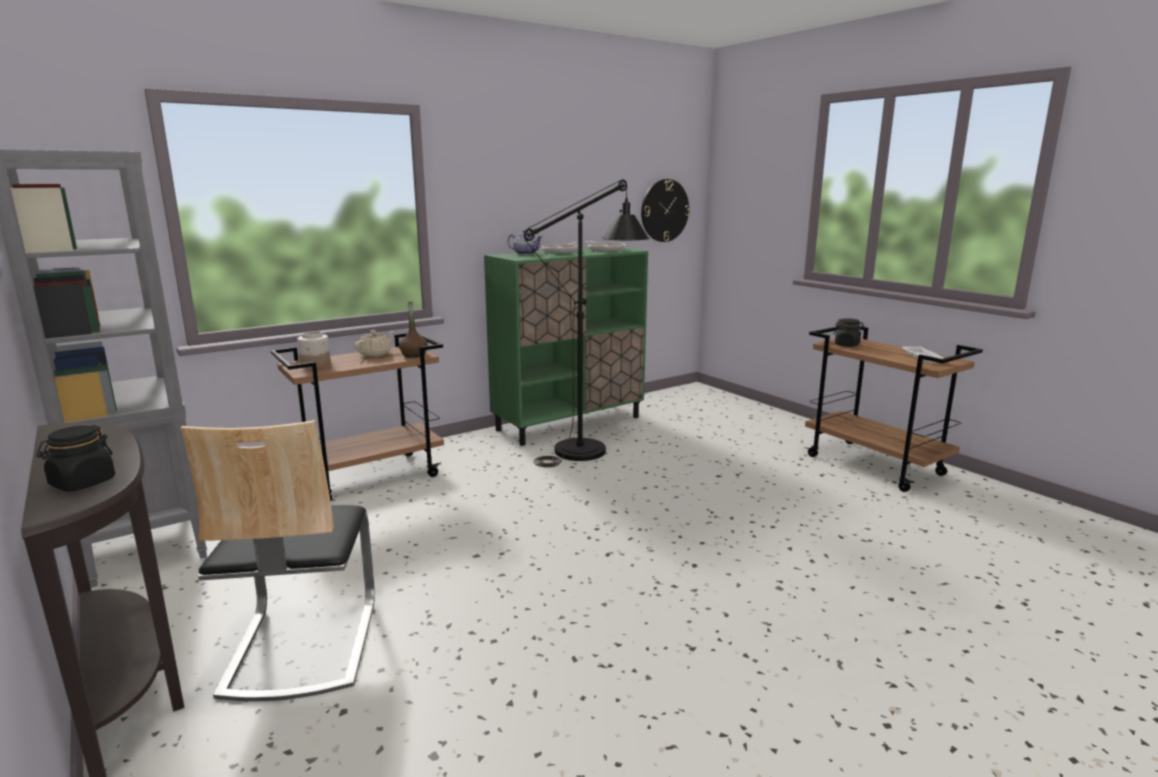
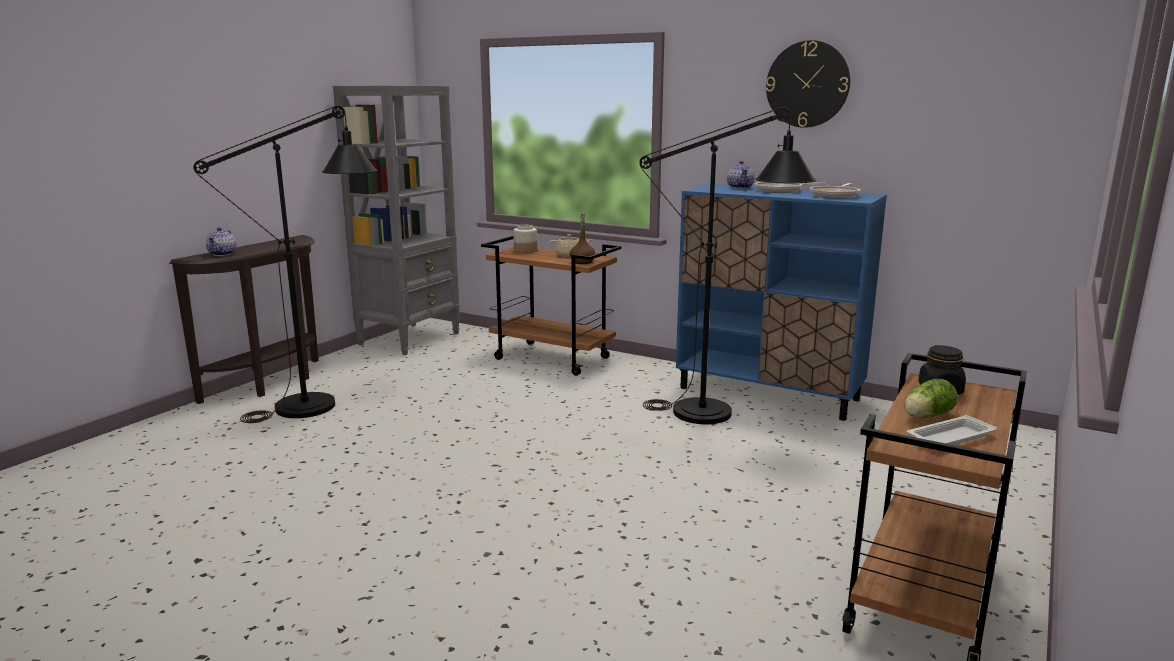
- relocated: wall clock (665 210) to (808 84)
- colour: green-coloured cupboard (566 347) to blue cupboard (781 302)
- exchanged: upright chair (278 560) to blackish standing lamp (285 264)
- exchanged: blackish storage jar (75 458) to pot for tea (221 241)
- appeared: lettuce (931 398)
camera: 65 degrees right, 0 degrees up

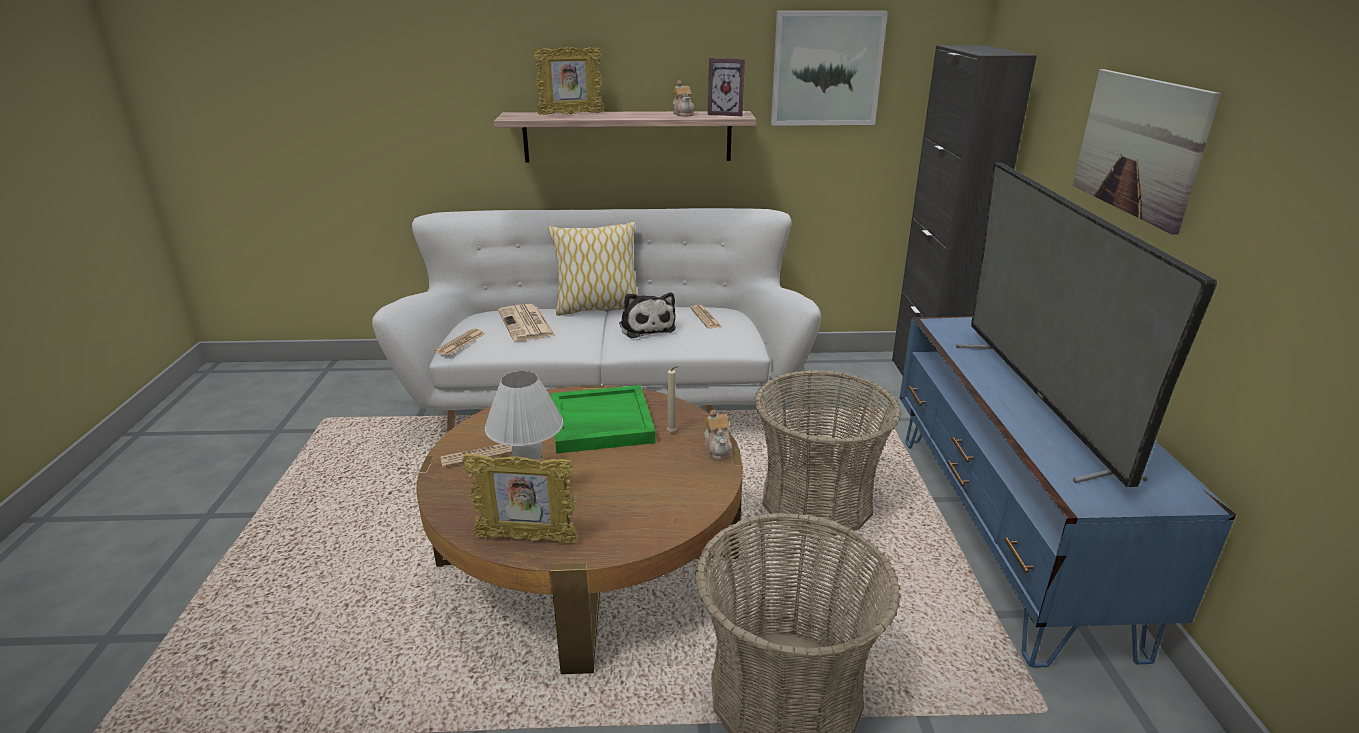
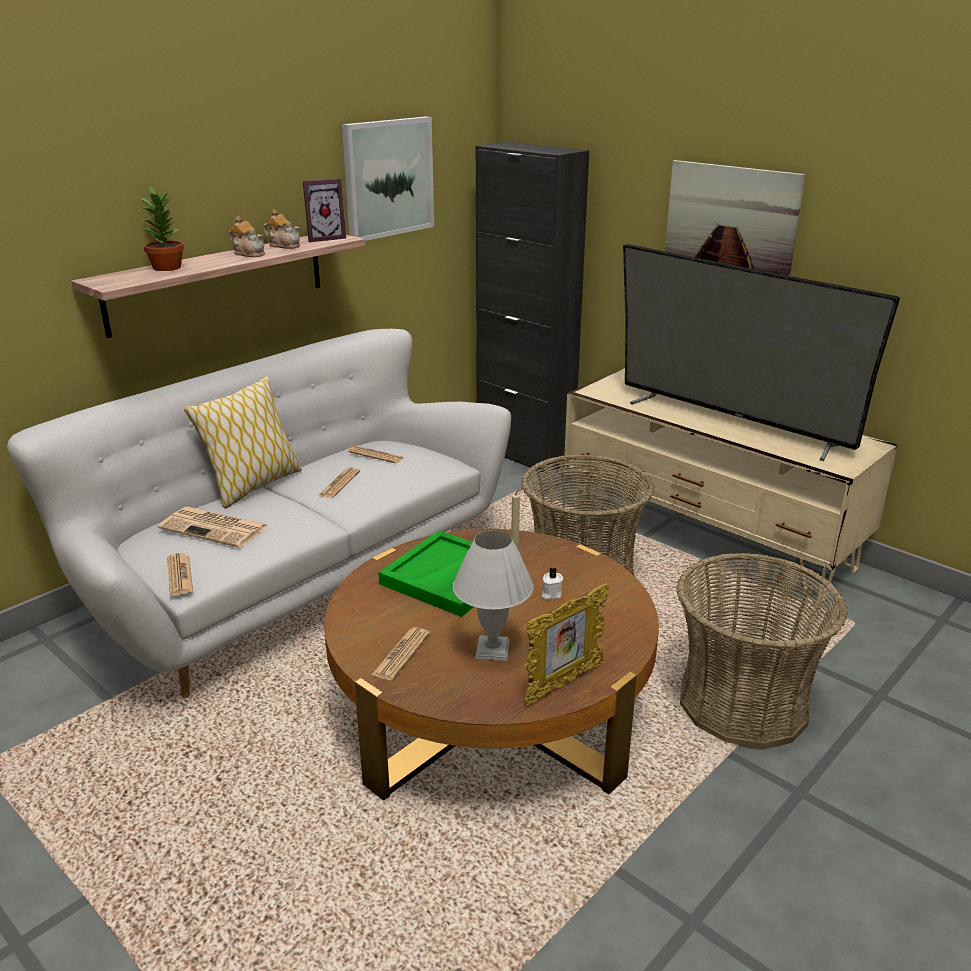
- exchanged: picture frame (568 81) to houseplant (162 228)
- exchanged: soft toy (647 315) to newspaper (339 483)
- colour: blue media console (1068 491) to beige media console (730 486)
- relocated: pot for tea (718 434) to (247 236)
- appeared: white-coloured wax light (552 584)
camera: 45 degrees left, 0 degrees up

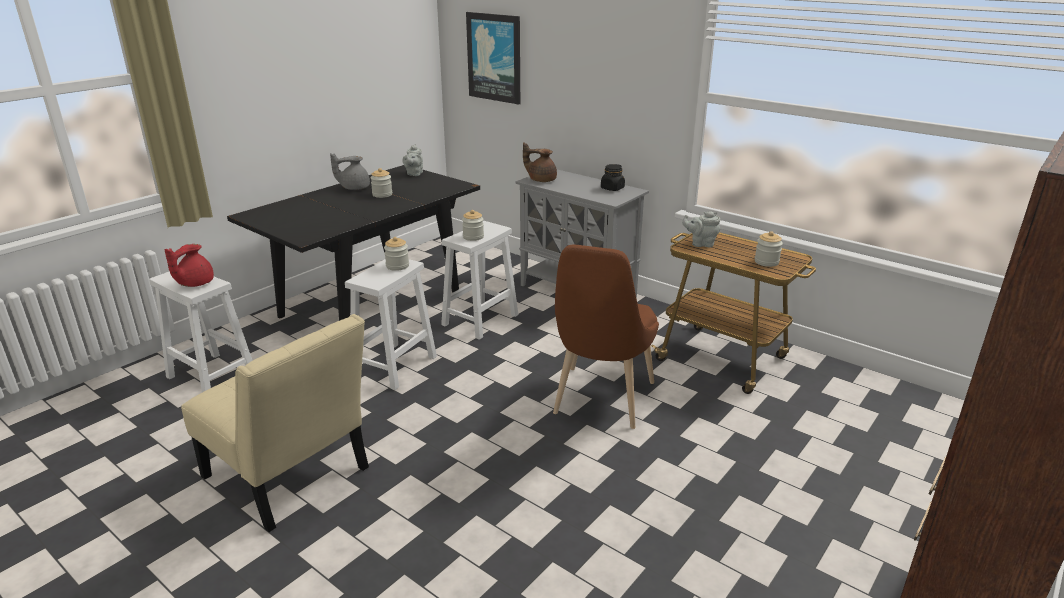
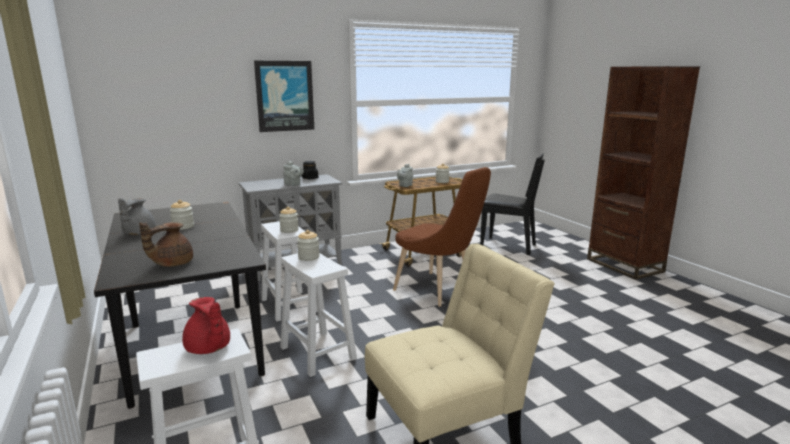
- relocated: wall art (493 58) to (284 96)
- relocated: brownish pot for tea (540 162) to (166 244)
- relocated: gray pot for tea (413 160) to (293 173)
- appeared: blackish upright chair (512 204)
camera: 65 degrees left, 10 degrees down

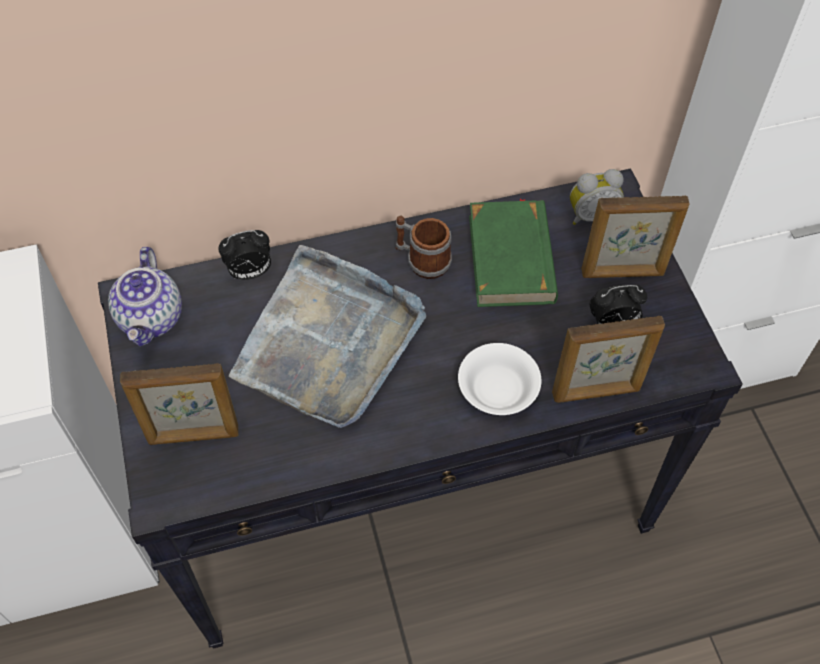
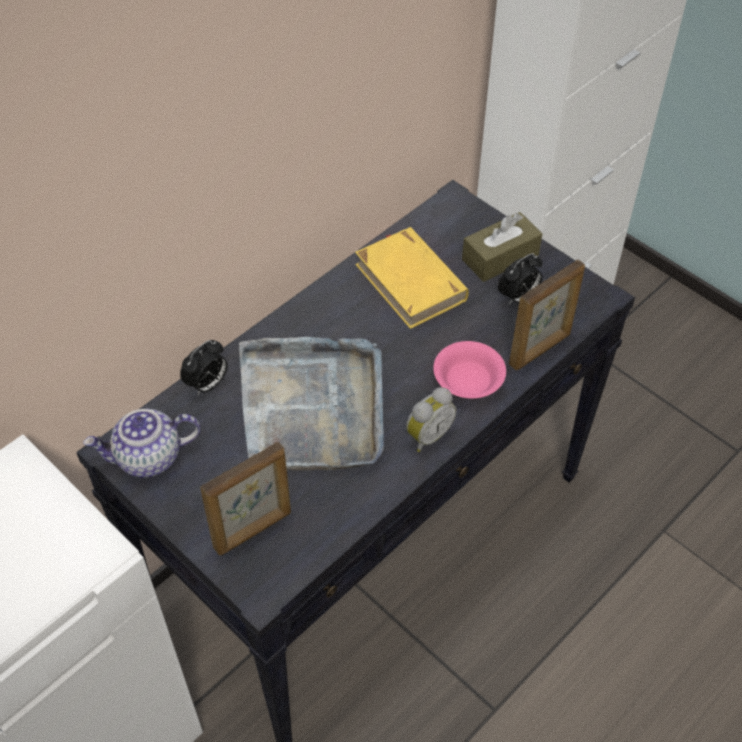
- relocated: bedside clock (597 197) to (431 419)
- exchanged: picture frame (635 237) to brownish tissue holder (502 247)
- colour: green-coloured bound book (513 253) to yellowish bound book (411 278)
- missing: tea mug (424 247)
- spun: pot for tea (145 296) = (142 443) 105 degrees clockwise
- colour: white-coloured serving bowl (500 379) to pinkish serving bowl (469 370)
camera: 30 degrees left, 5 degrees down

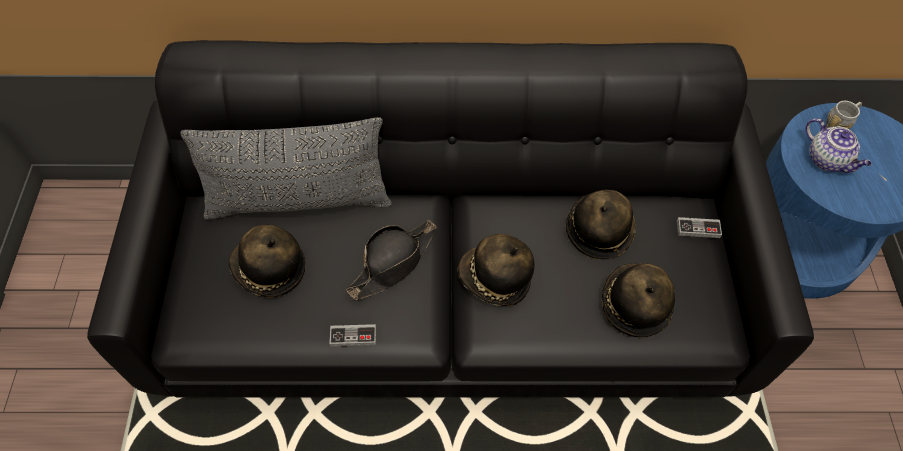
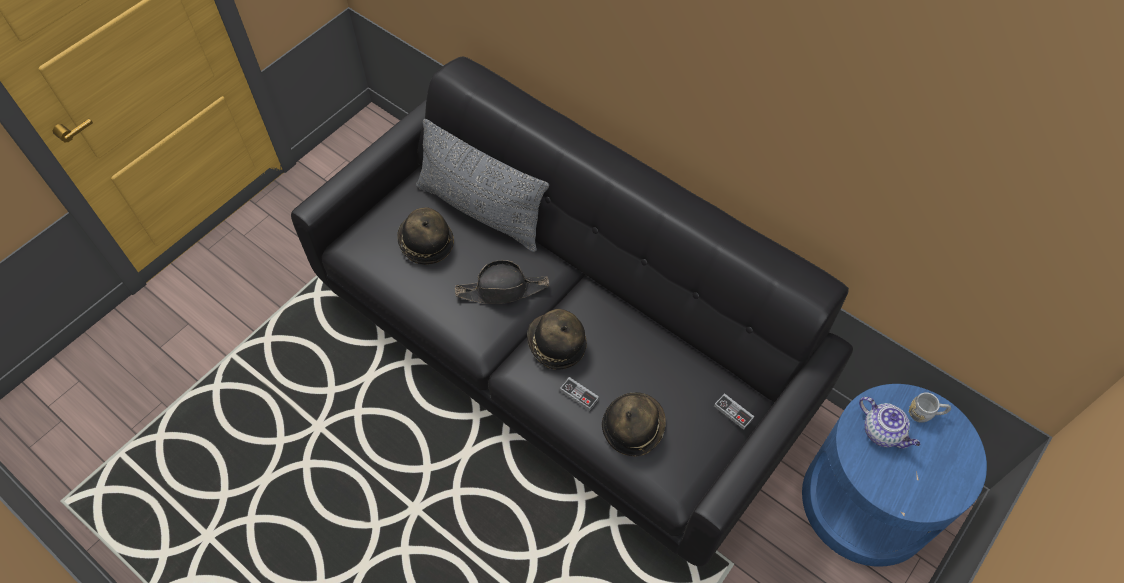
- spun: pot for tea (839 145) = (890 423) 45 degrees counterclockwise
- missing: clothing hat (600 224)
- relocated: joypad (352 335) to (579 394)
camera: 40 degrees right, 0 degrees up

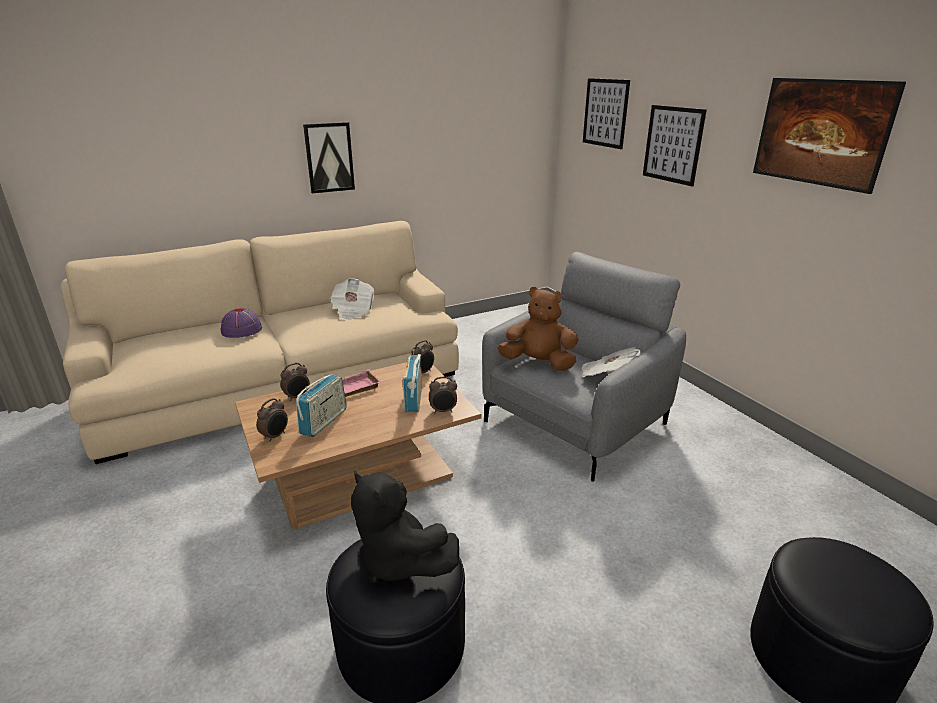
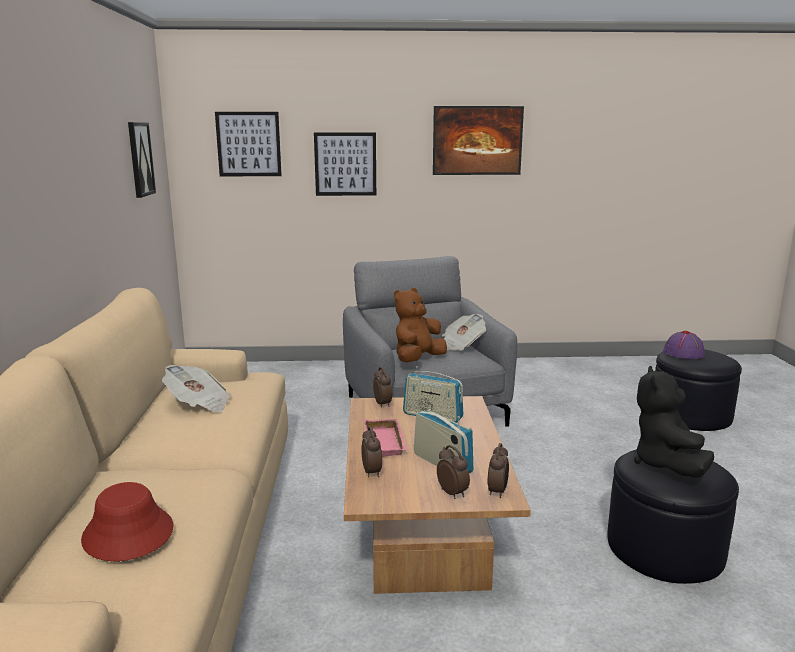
- relocated: wall art (329 157) to (142 160)
- relocated: purple-coloured clothing hat (241 323) to (684 345)
- relocated: bedside clock (443 395) to (498 470)
- spun: blackish soft toy (405 527) = (674 422) 120 degrees clockwise
- appeared: red-coloured clothing hat (127 521)
camera: 65 degrees left, 10 degrees down

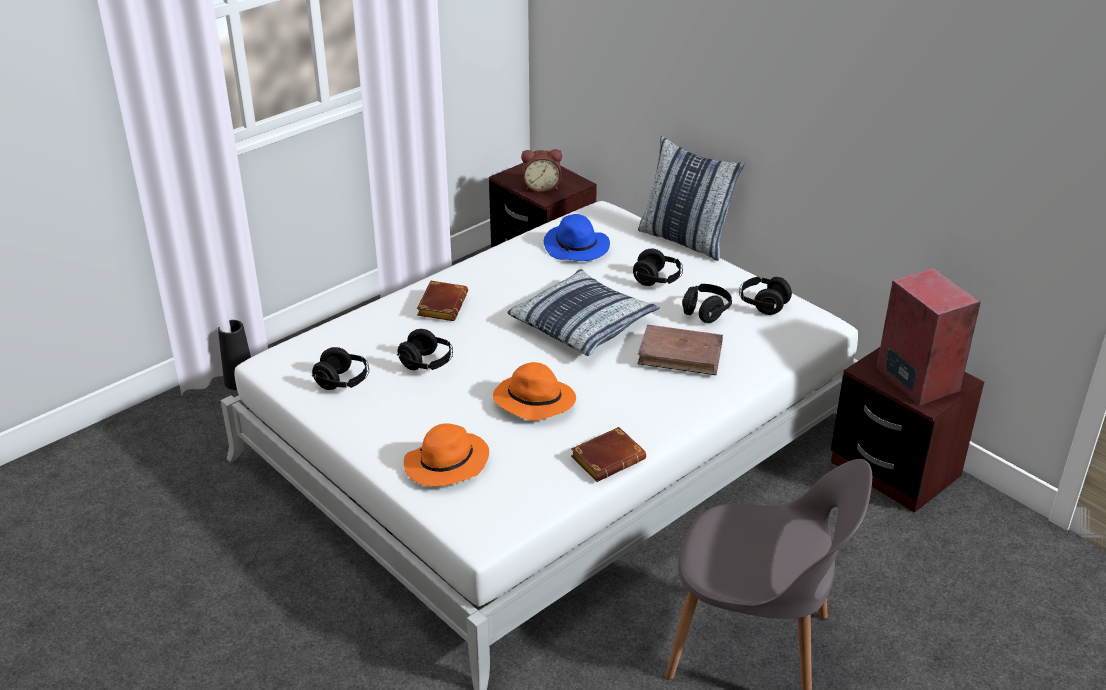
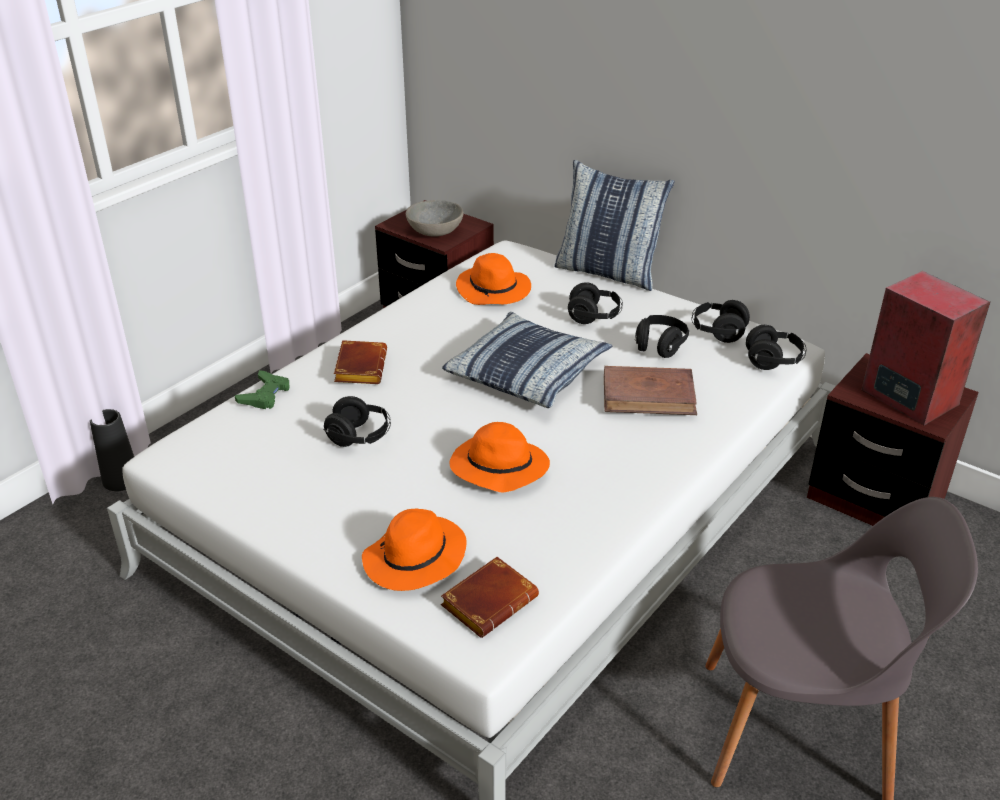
- exchanged: bedside clock (541 171) to gray serving bowl (434 218)
- colour: blue clothing hat (577 237) to orangey clothing hat (493 279)
- relocated: blackish headset (340 368) to (776 347)
- relocated: brownish bound book (608 454) to (490 597)
- appeared: green-coloured joypad (262 389)
camera: 10 degrees left, 0 degrees up

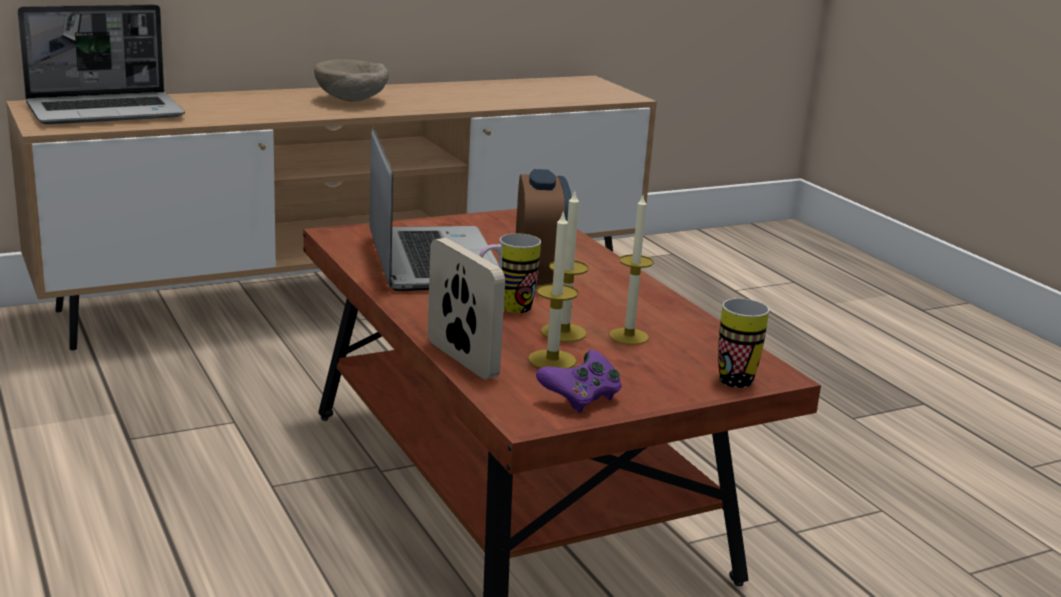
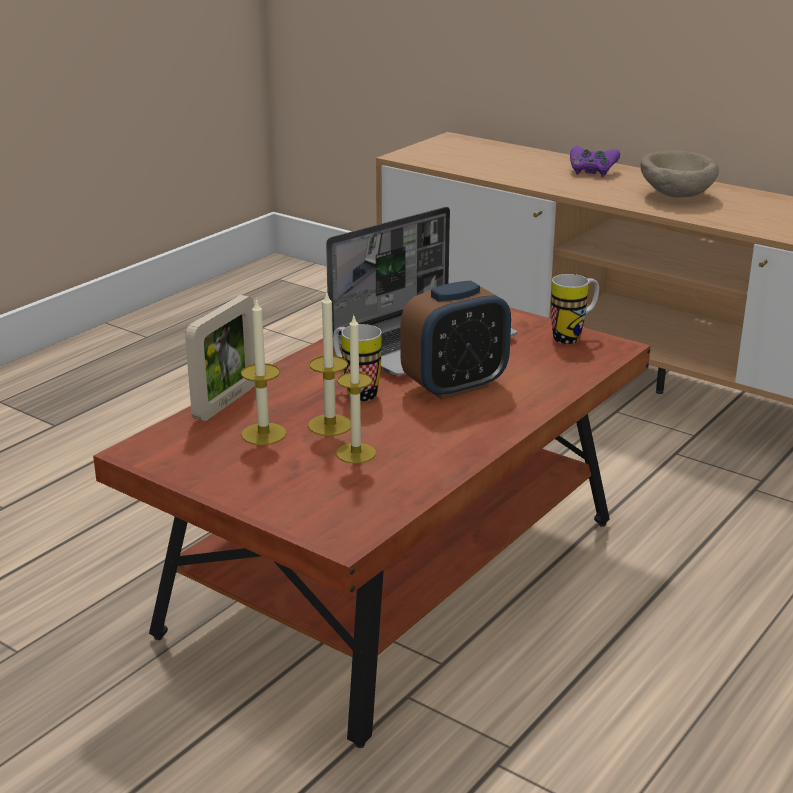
- missing: laptop (101 64)
- relocated: tea mug (743 343) to (575 309)
- relocated: purple-coloured joypad (579 381) to (595 161)
camera: 65 degrees right, 5 degrees up

